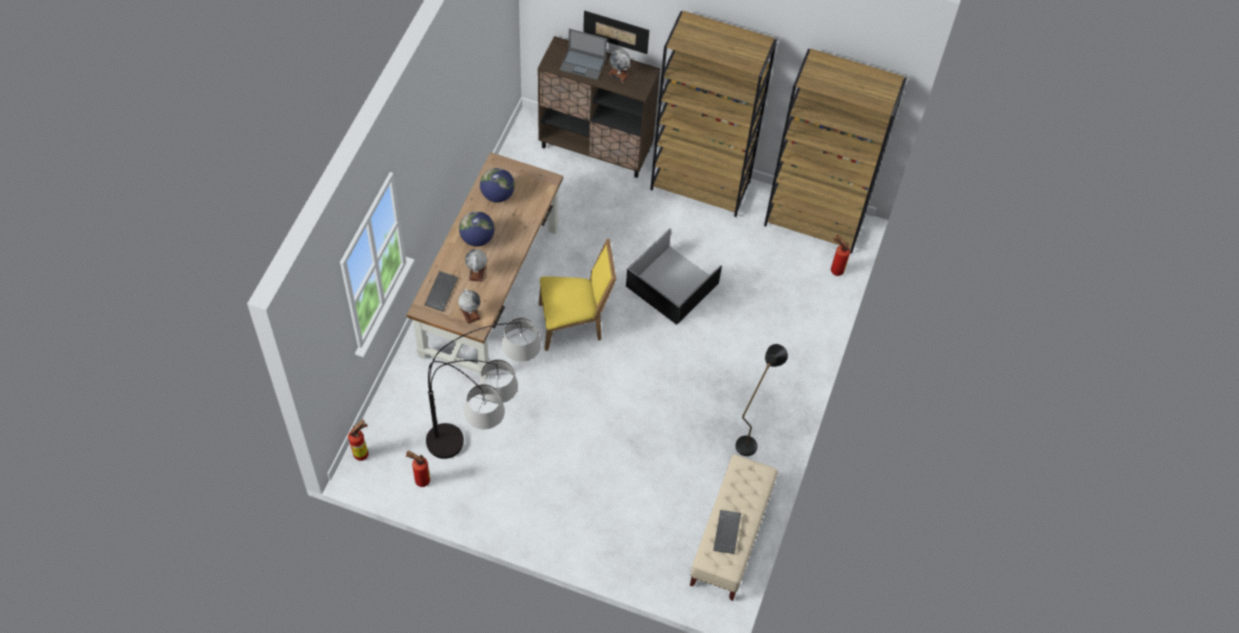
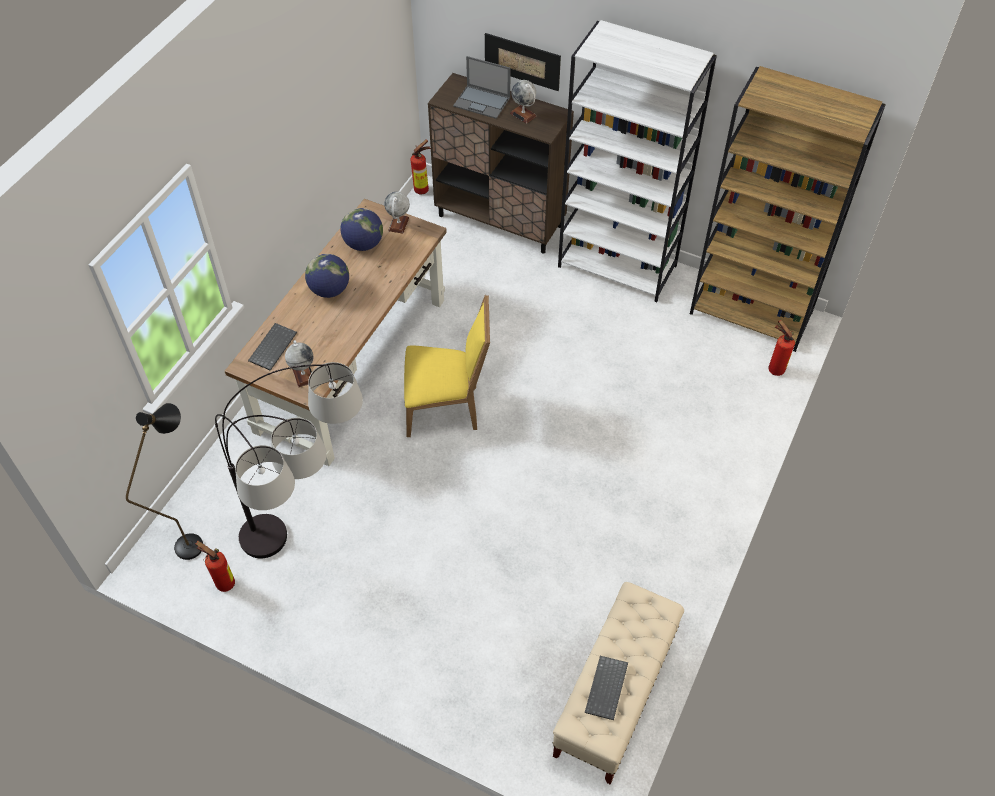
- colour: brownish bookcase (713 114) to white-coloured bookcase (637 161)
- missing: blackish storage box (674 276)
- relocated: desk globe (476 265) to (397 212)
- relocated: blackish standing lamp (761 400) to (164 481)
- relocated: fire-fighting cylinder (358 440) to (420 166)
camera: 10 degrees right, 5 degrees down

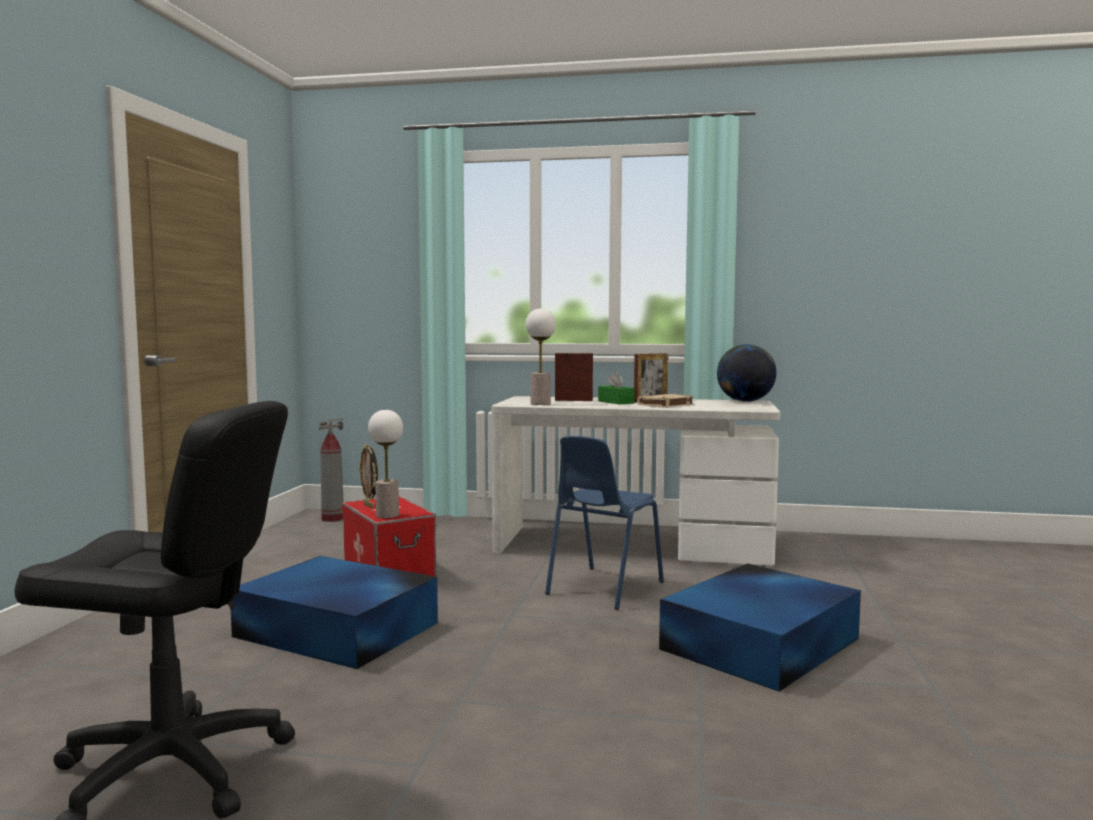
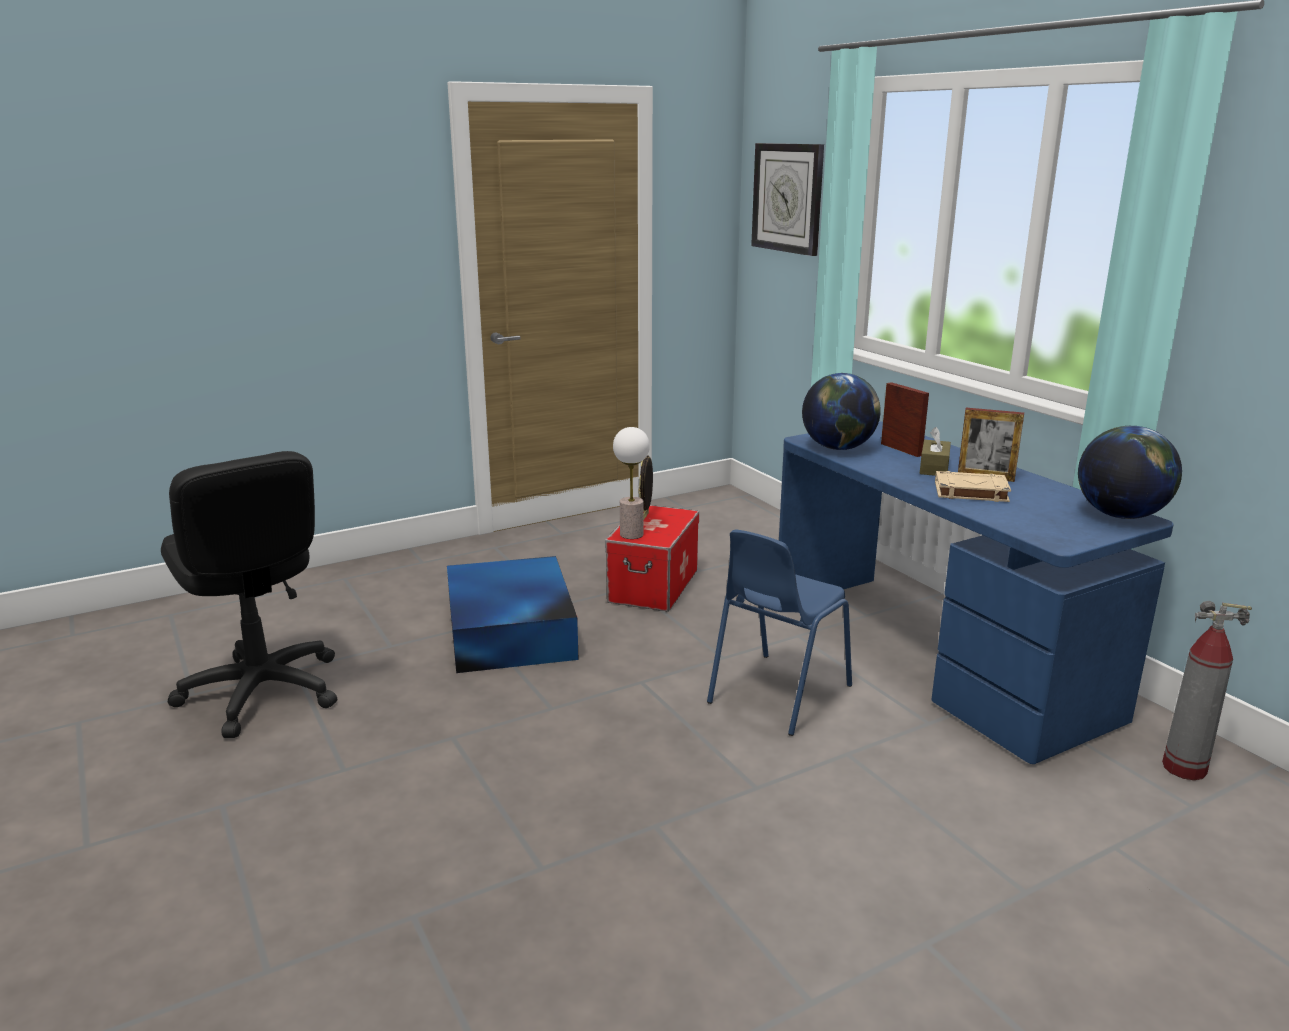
- exchanged: lamp for a table (540 356) to desk globe (841 411)
- colour: green-coloured tissue holder (616 388) to brownish tissue holder (935 451)
- colour: white-coloured desk table (635 480) to blue desk table (976 592)
- relocated: fire-fighting cylinder (331 470) to (1207 690)
- spun: blue upright chair (604 523) = (779 633) 45 degrees counterclockwise
- missing: blue storage box (760 627)
- appeared: wall clock (787 199)
camera: 50 degrees right, 15 degrees up

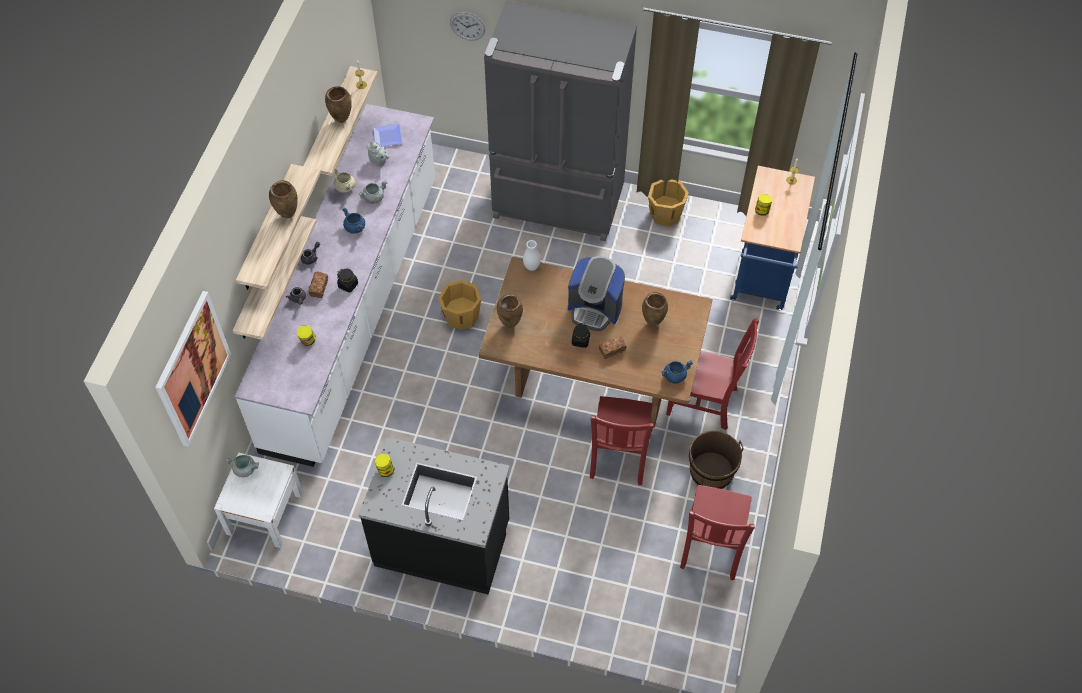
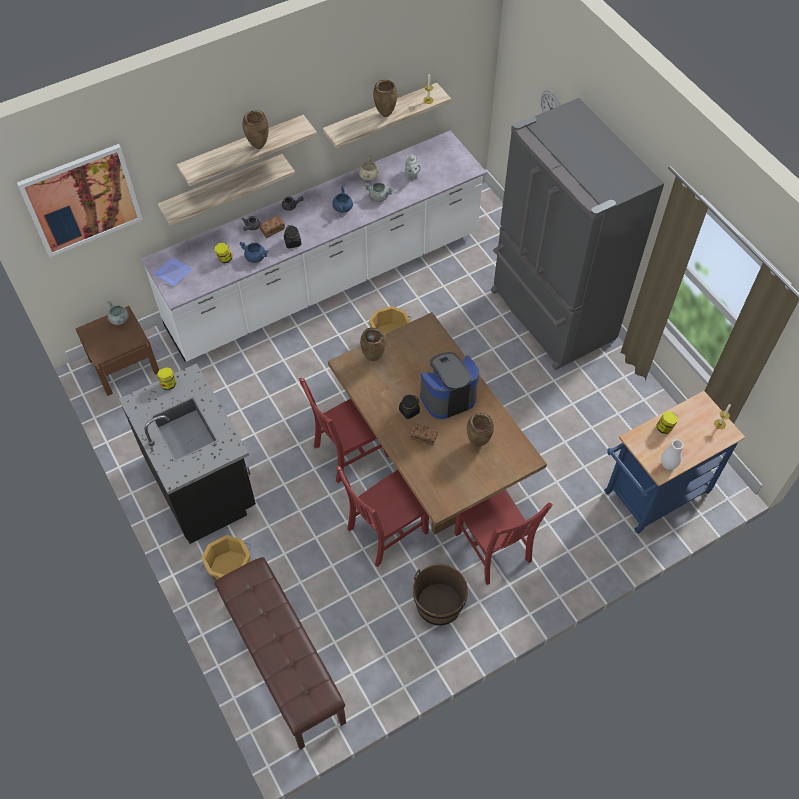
- relocated: plate (387 135) to (173 271)
- relocated: orangey pail (668 202) to (226 558)
- relocated: white-coloured decorative vase (532 255) to (672 454)
- spun: coffee brewer (596 293) = (449 385) 90 degrees clockwise
- relocated: blue cooking pot (677 372) to (253 252)
- colour: white-coloured night table (258 500) to brownish night table (117 351)
- relocated: red-coloured upright chair (717 532) to (344 430)
- appeared: brownish long seat (280 653)
camera: 45 degrees right, 0 degrees up

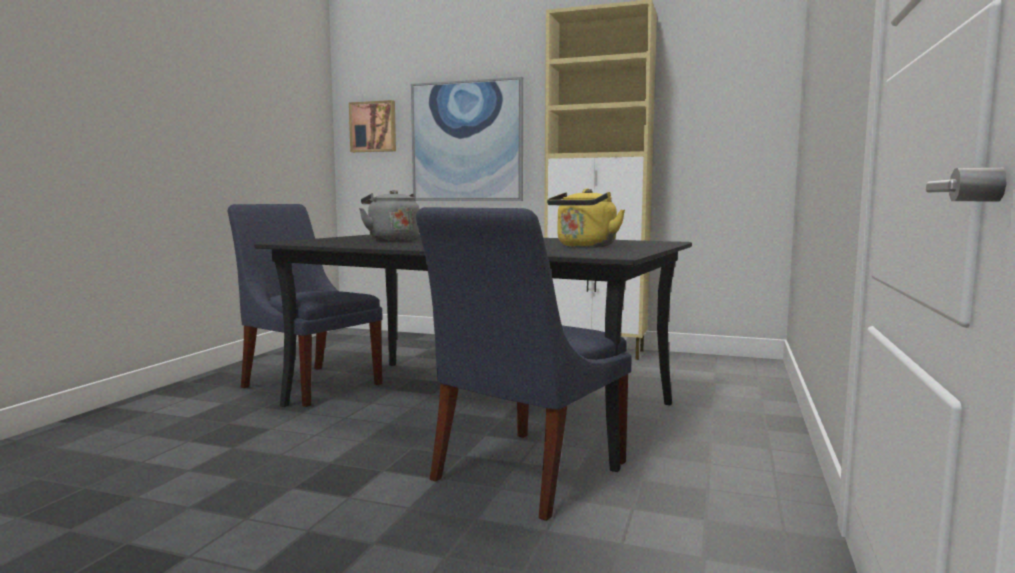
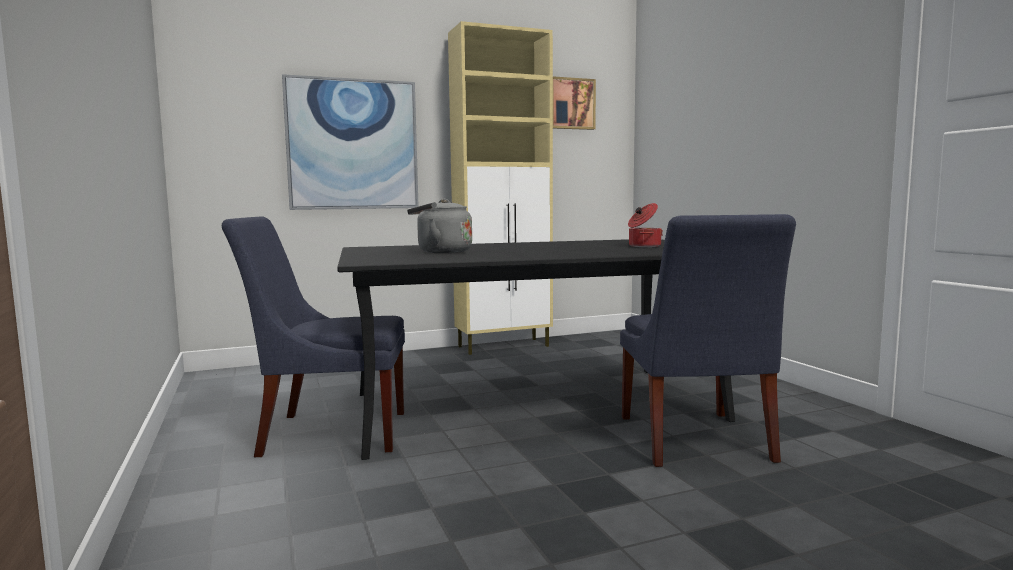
- relocated: wall art (372 126) to (574 103)
- exchanged: yellowish kettle (586 217) to cooking pot (645 225)
camera: 40 degrees left, 0 degrees up

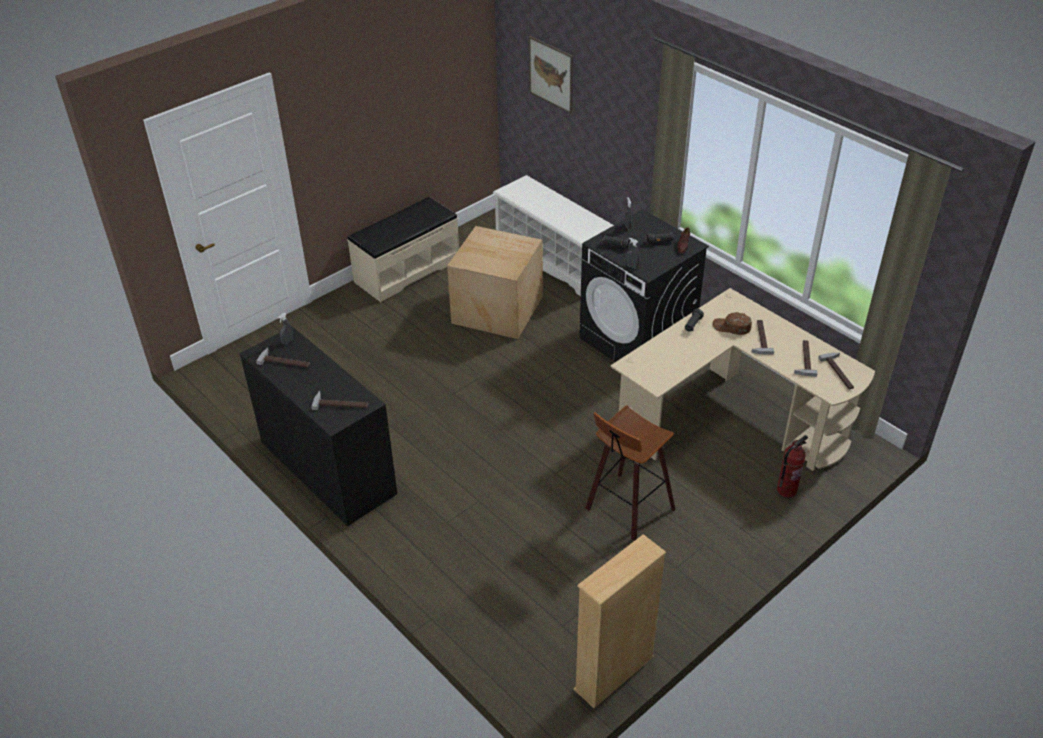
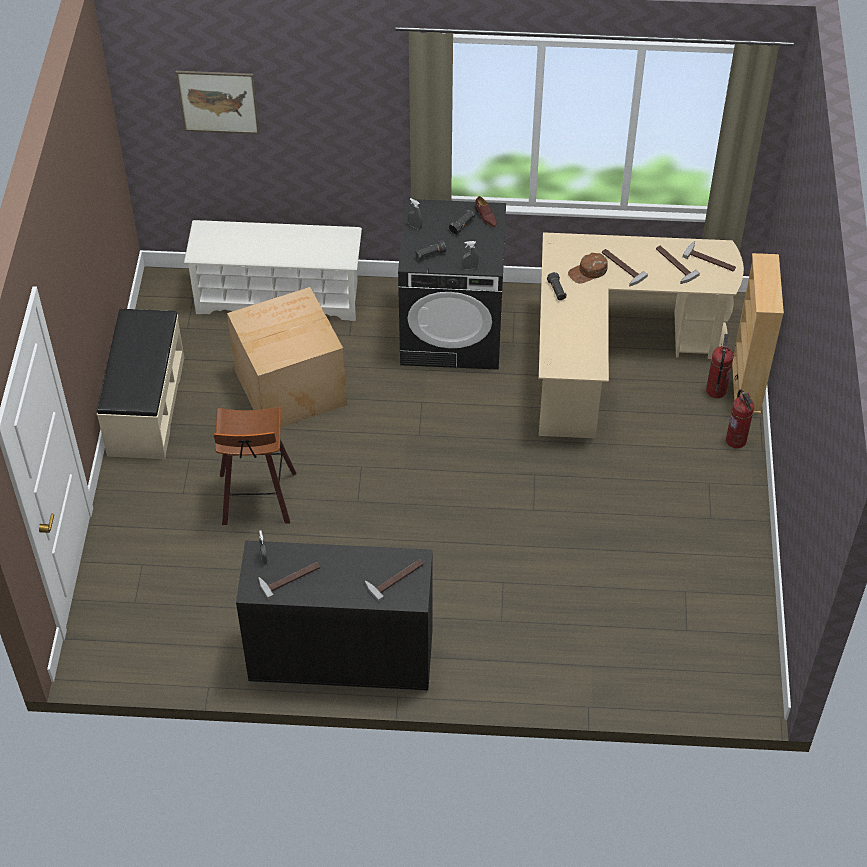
- relocated: stool (630 473) to (254 466)
- relocated: beige bookcase (619 621) to (758 333)
- appeared: fire-fighting cylinder (740 419)
camera: 45 degrees left, 10 degrees up

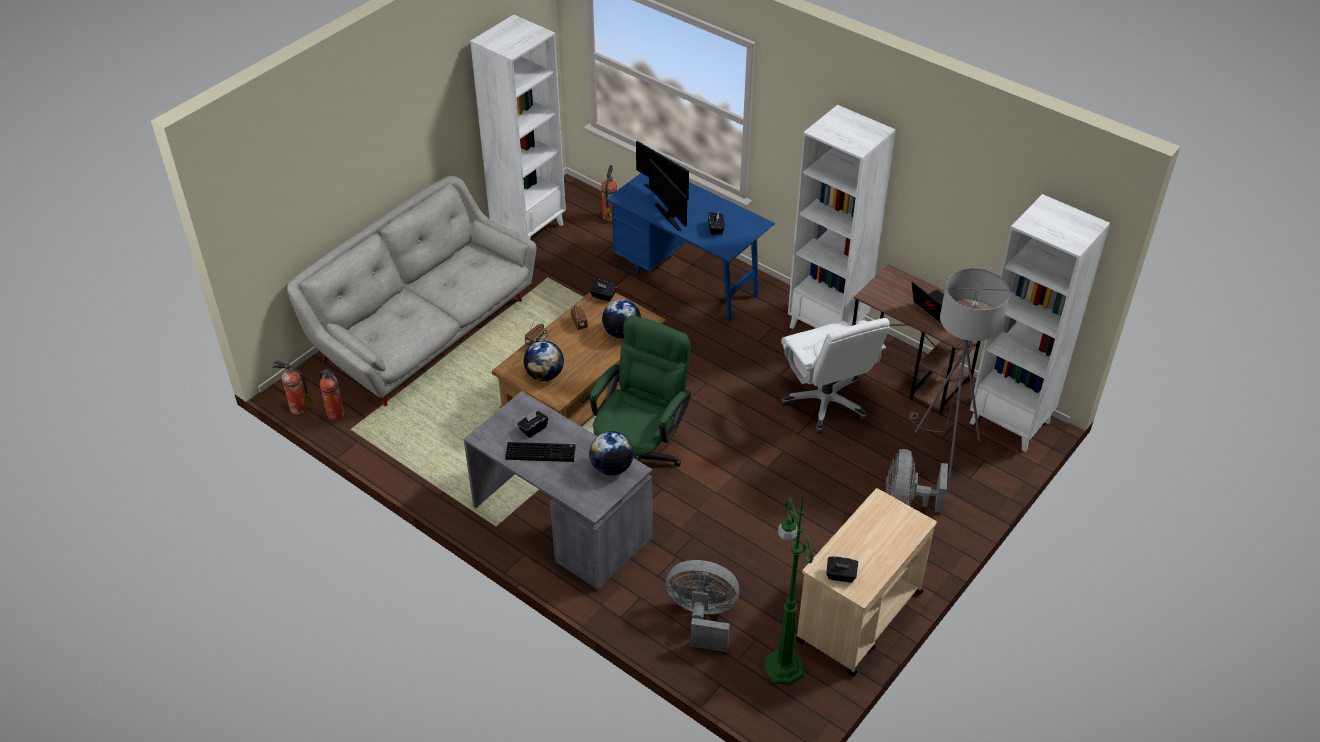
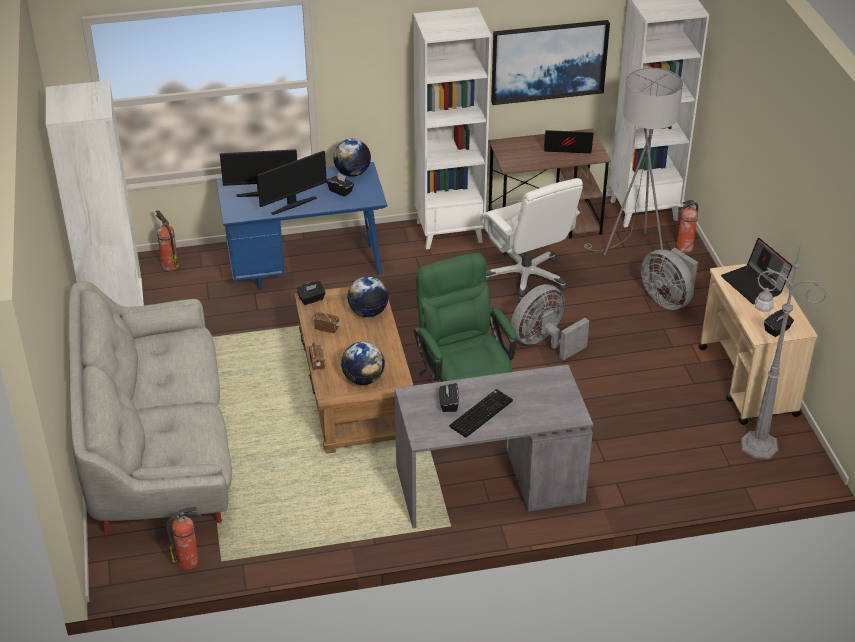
- spun: monitor (668 195) = (292 183) 45 degrees counterclockwise
- spun: white-coloured computer chair (835 376) = (531 240) 45 degrees clockwise
- relocated: fire-fighting cylinder (292 387) to (687 226)
- relocated: desk globe (611 453) to (352 158)
- colour: green-coloured standing lamp (789 589) to gray standing lamp (784 351)
- relocated: gray fan (702 606) to (550 322)
- appeared: wall art (550 62)
- appeared: laptop (757 271)
camera: 50 degrees left, 5 degrees down

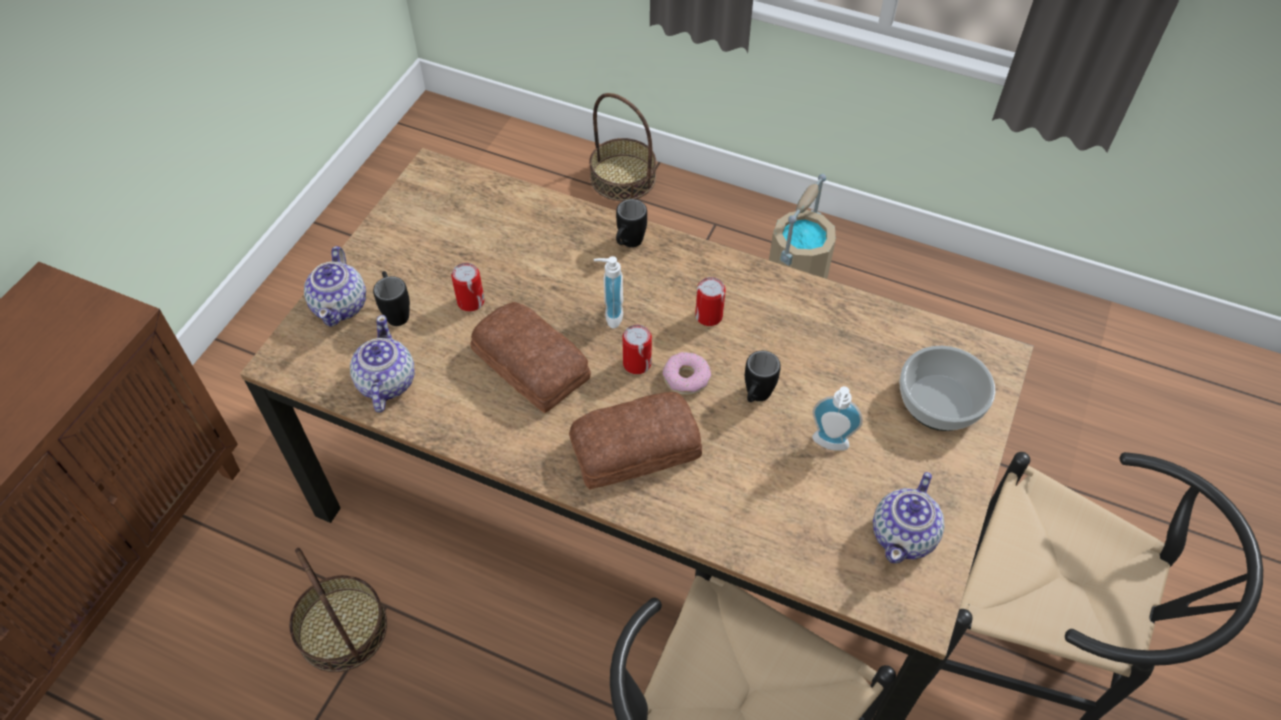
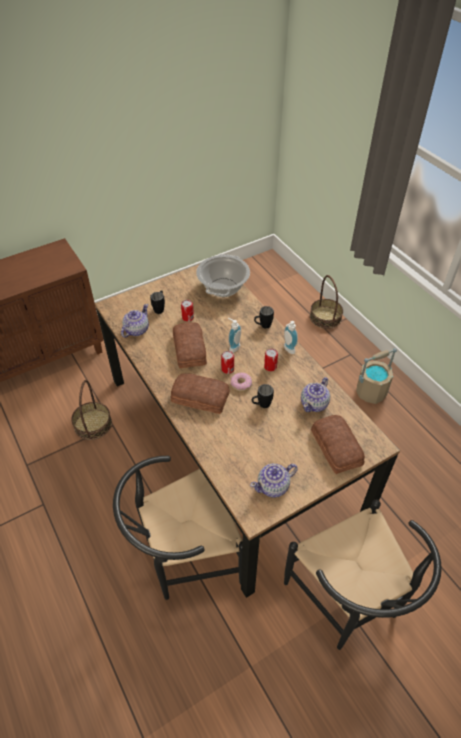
- relocated: pot for tea (335 286) to (315 394)
- exchanged: serving bowl (947 388) to bakery bread (338 444)
- relocated: soap bottle (837 418) to (291 337)
- appeared: cooking pot (223 275)
camera: 35 degrees right, 5 degrees down

